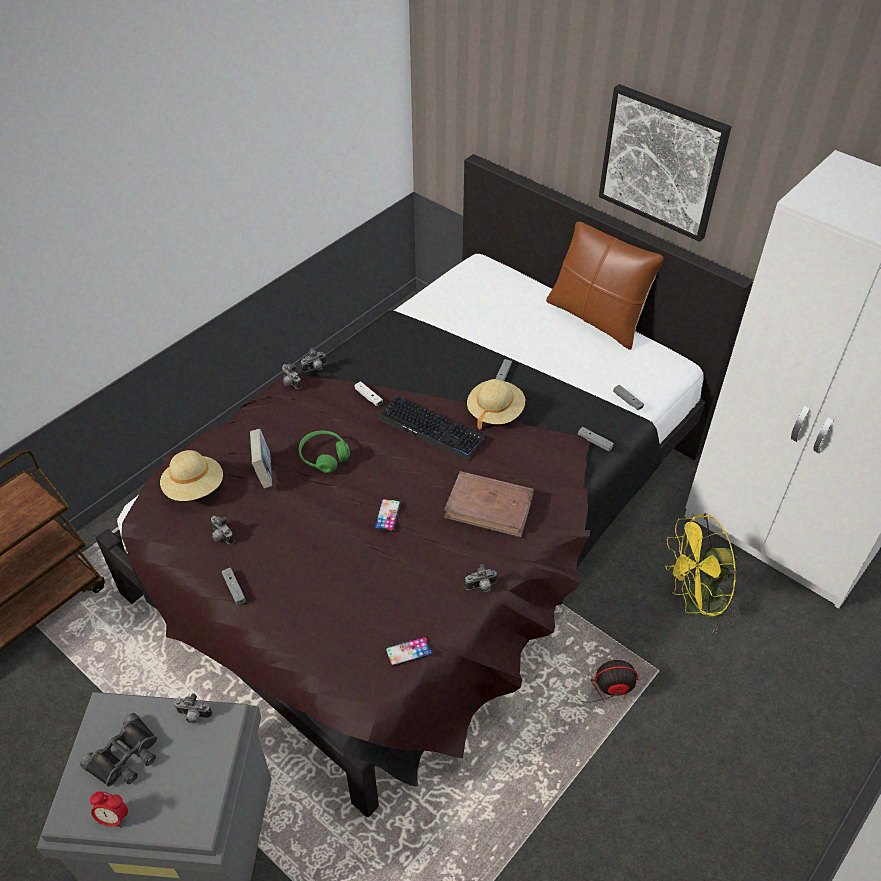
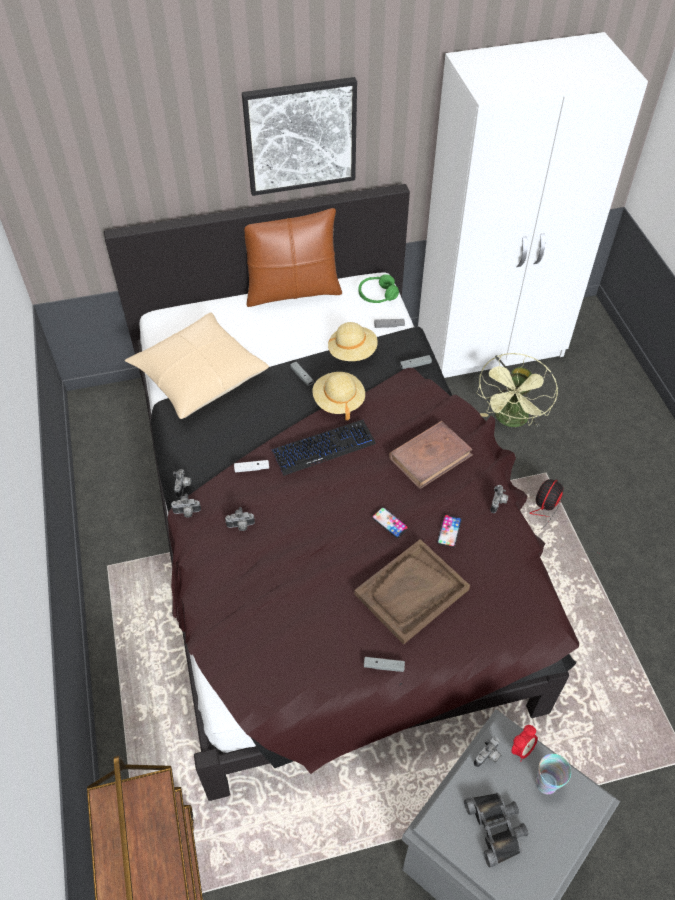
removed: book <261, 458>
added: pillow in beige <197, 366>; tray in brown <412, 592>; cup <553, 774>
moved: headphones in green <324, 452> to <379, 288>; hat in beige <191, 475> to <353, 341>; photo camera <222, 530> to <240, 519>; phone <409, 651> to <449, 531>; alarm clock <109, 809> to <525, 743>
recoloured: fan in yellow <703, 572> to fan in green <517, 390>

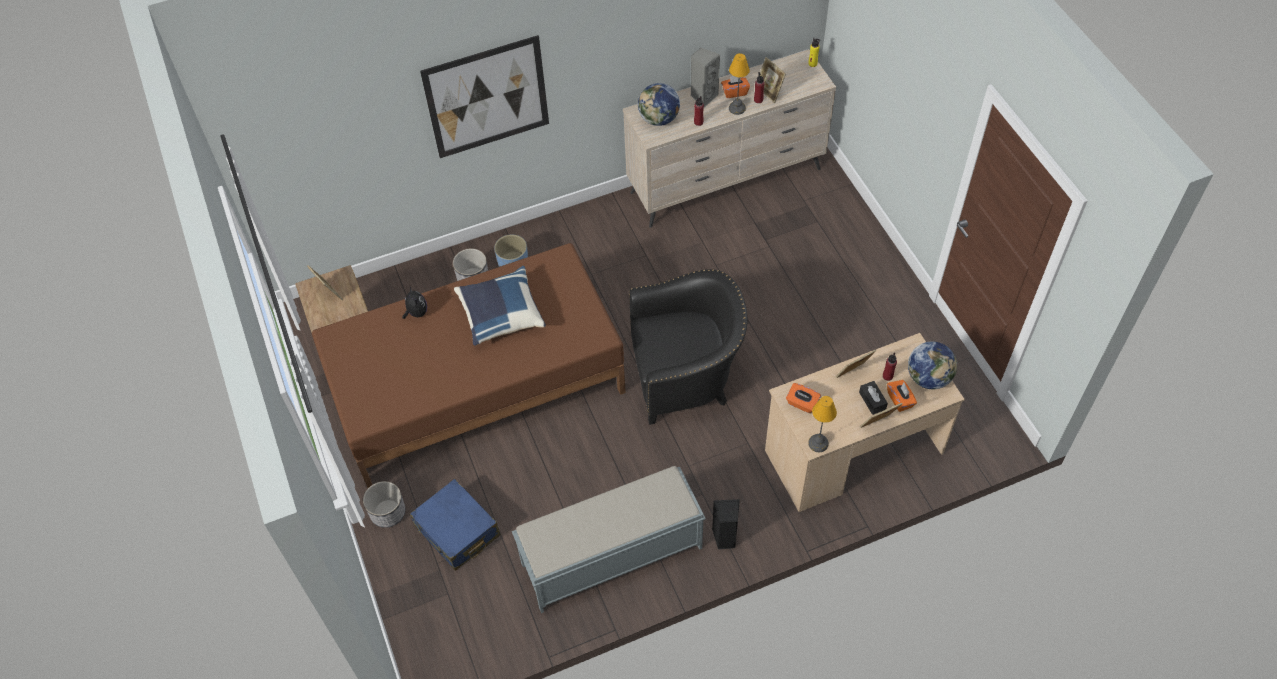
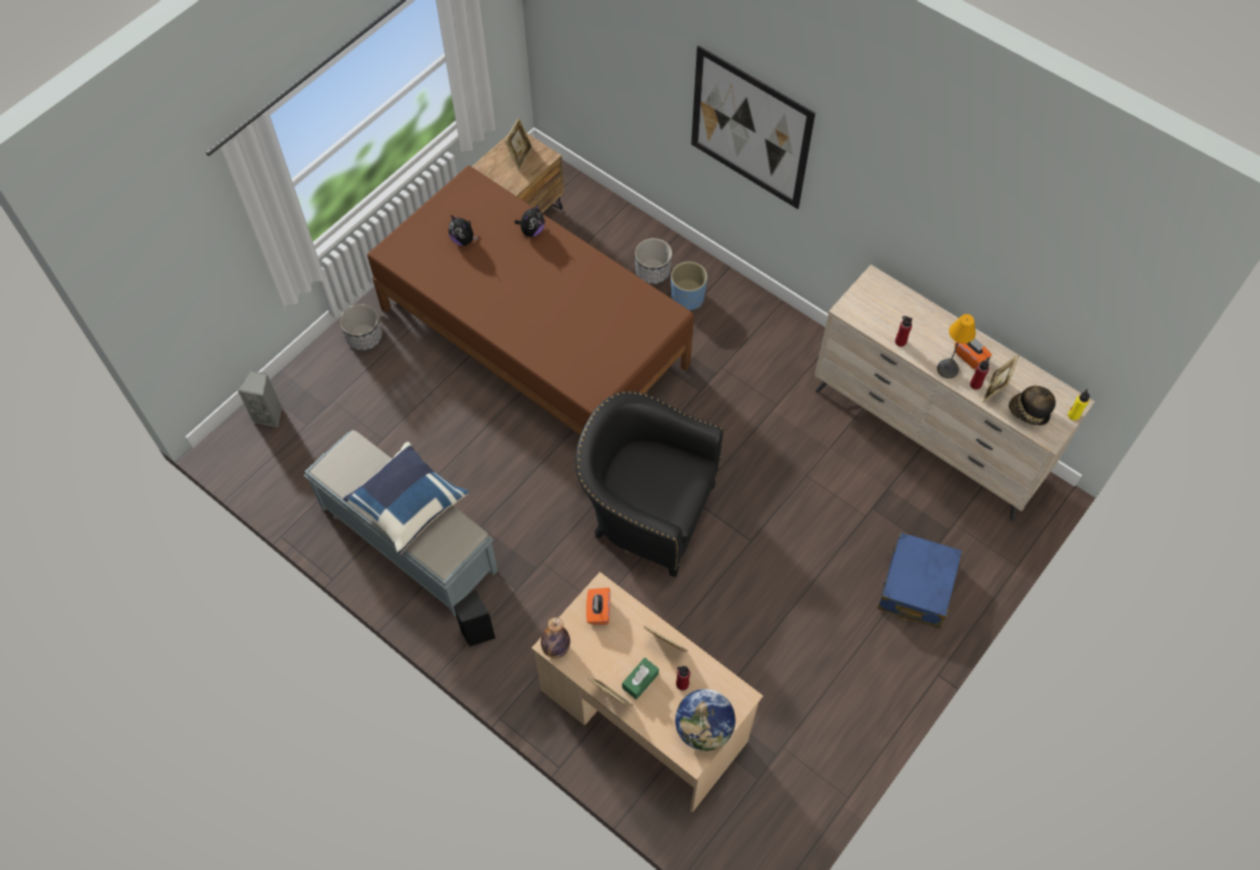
removed: globe <659, 104>; tissue box in orange <902, 396>
added: plush toy <463, 230>; hat <1032, 406>
moved: speaker in grey <705, 78> to <259, 398>; pillow in blue <500, 306> to <406, 498>; suitcase in blue <455, 525> to <920, 580>
replaced: table lamp <822, 424> to bottle <555, 637>
recoloured: tissue box in black <873, 398> to tissue box in green <640, 679>
turned: armchair in black <688, 347> = <650, 484> 150 degrees clockwise

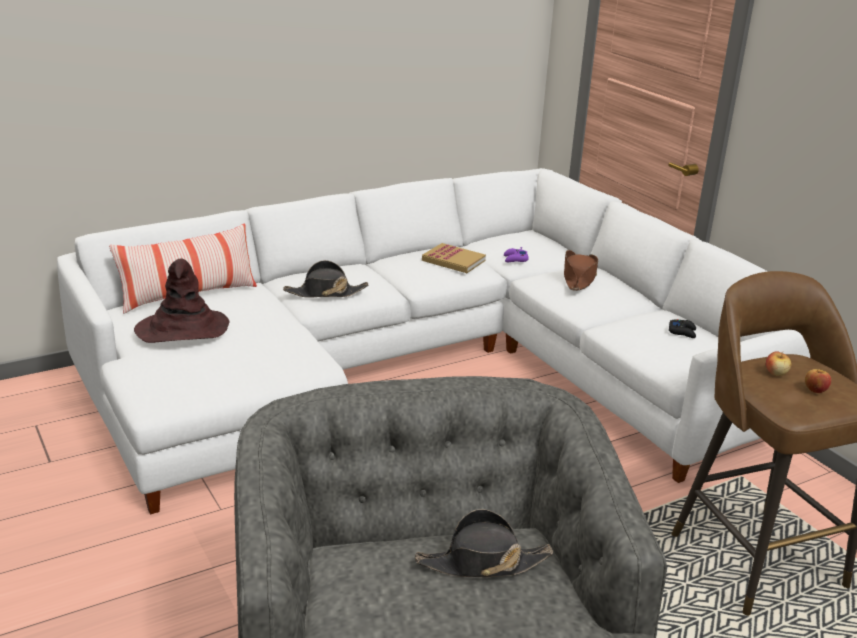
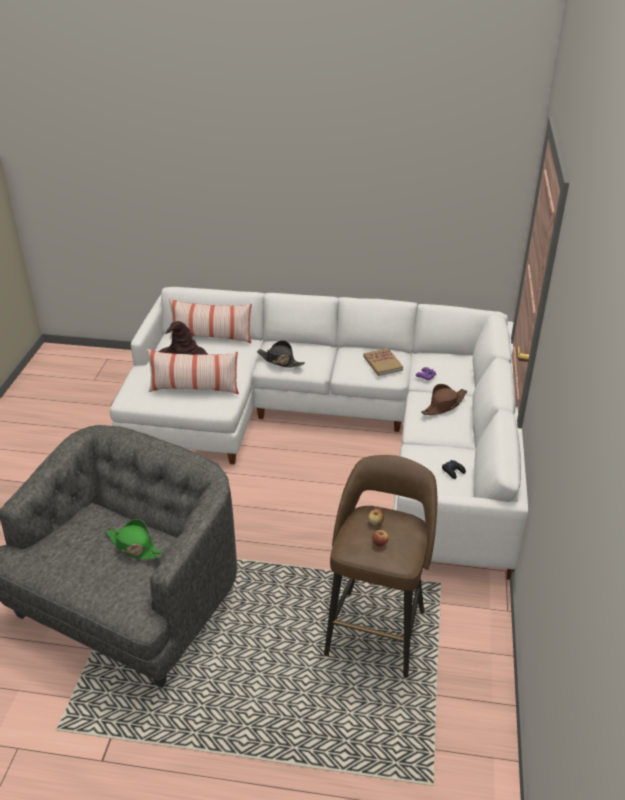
added: pillow <193, 371>
recoloured: hat in black <484, 543> to hat in green <135, 539>

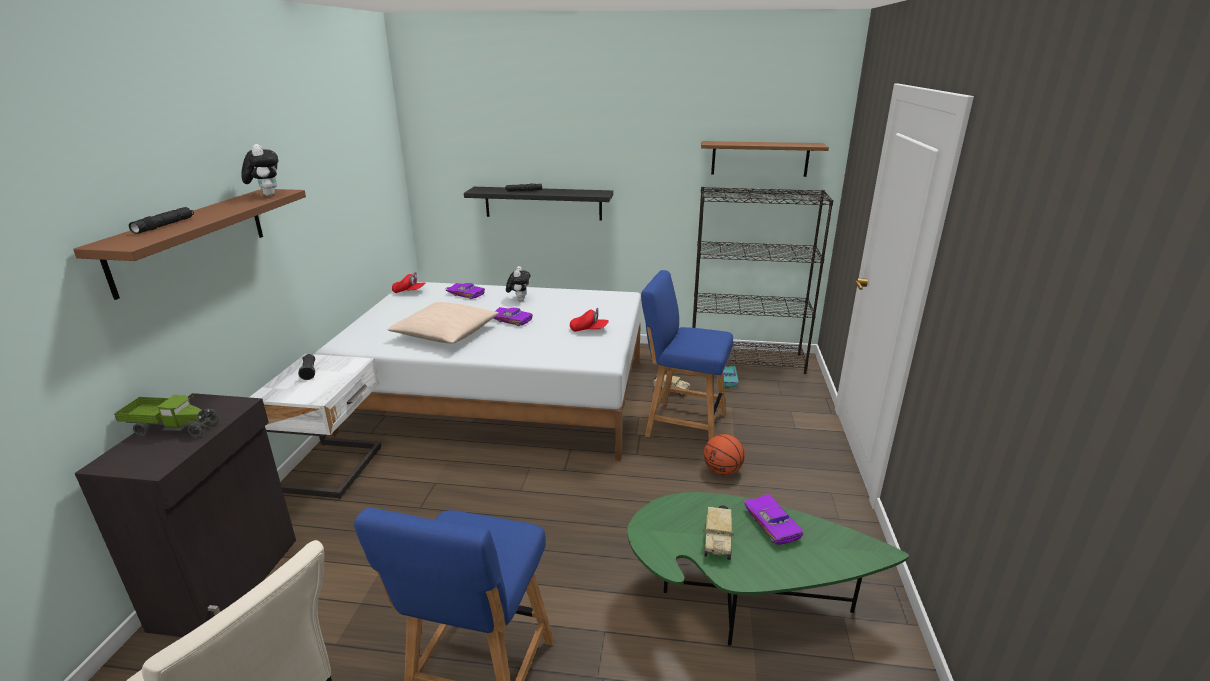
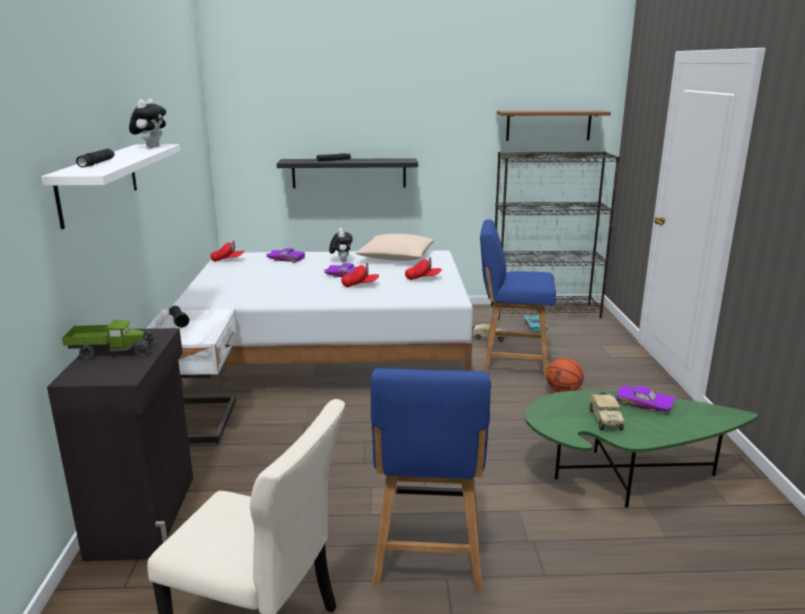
added: cap in red <360, 275>
moved: pillow in beige <443, 323> to <395, 247>
recoloured: shelf in brown <189, 244> to shelf in white <110, 186>
turned: plush toy <259, 170> = <147, 123> 45 degrees clockwise; toy car in purple <773, 519> = <646, 398> 150 degrees clockwise

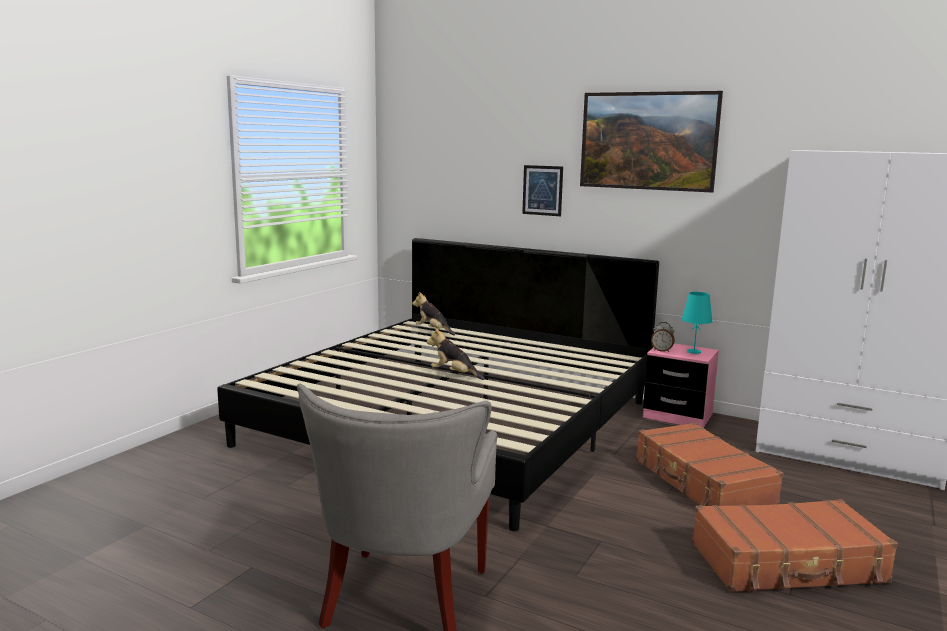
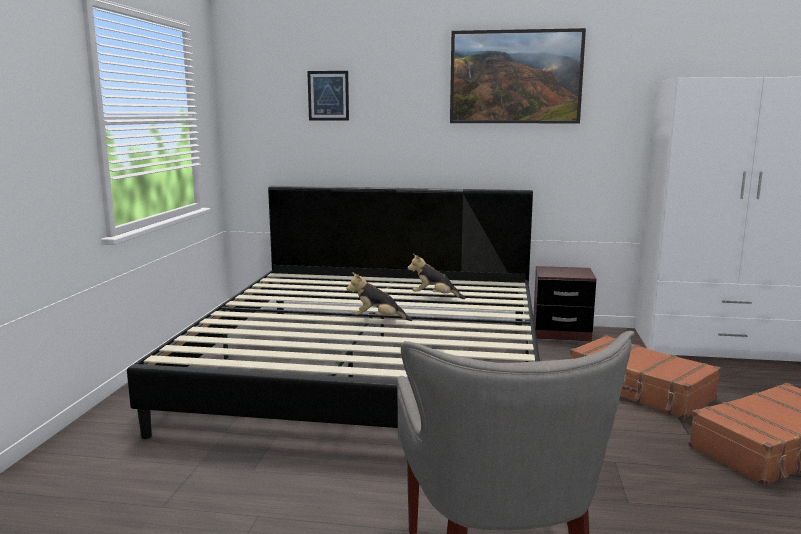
removed: table lamp in turquoise <697, 323>; alarm clock <663, 337>
moved: picture <542, 190> to <328, 95>; plush toy <434, 313> to <436, 276>
recoloured: nightstand in pink <681, 385> to nightstand in brown <564, 304>

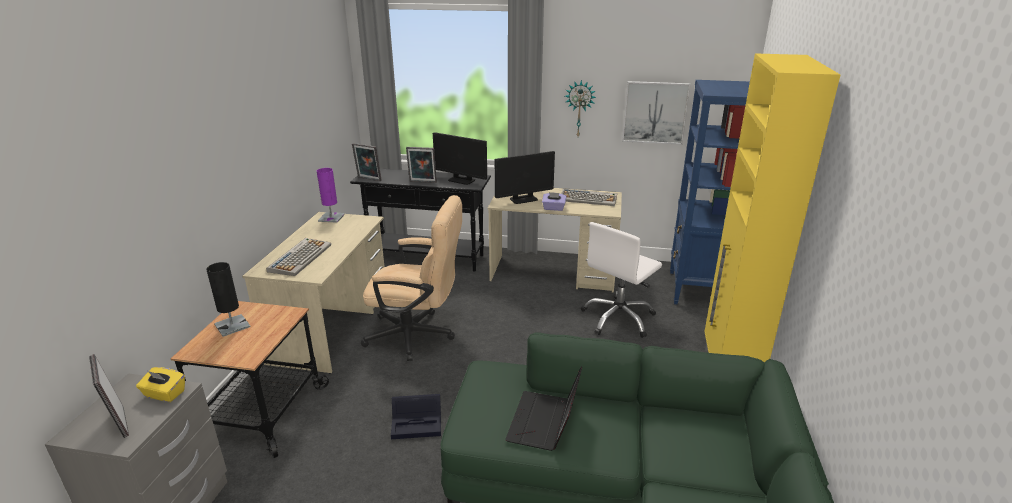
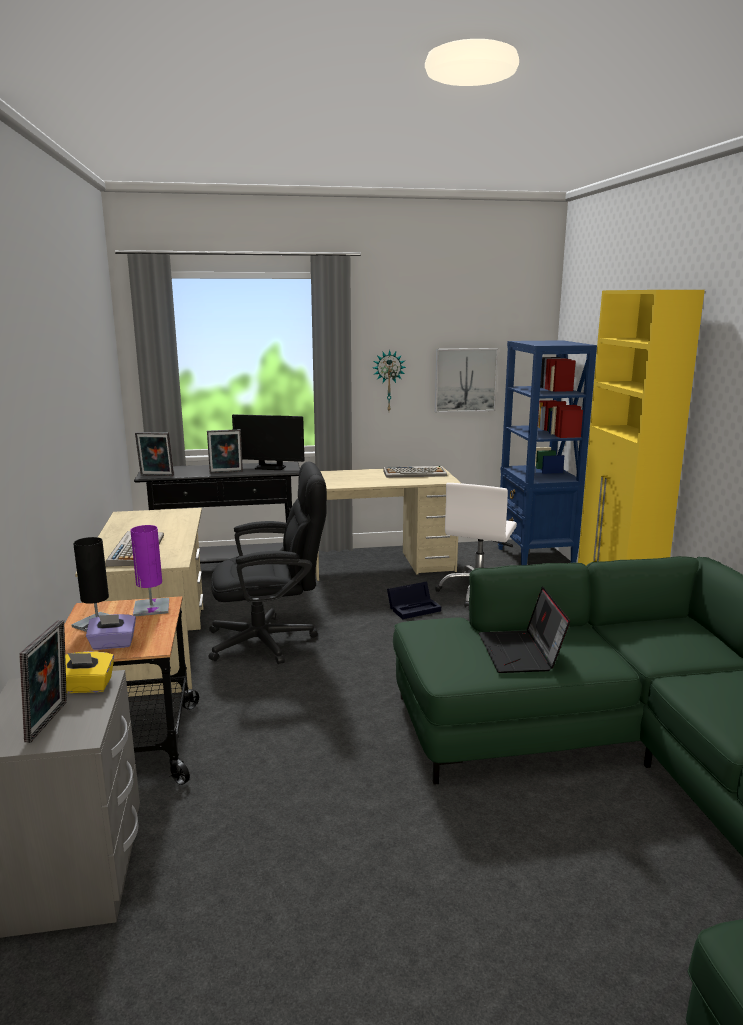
removed: monitor <525, 177>
moved: table lamp in purple <331, 195> to <149, 570>; tissue box in purple <554, 201> to <111, 632>; storage box in black <416, 416> to <414, 600>
recoloured: office chair in beige <411, 278> to office chair in black <268, 562>
turned: picture frame <109, 396> = <43, 681> 120 degrees counterclockwise

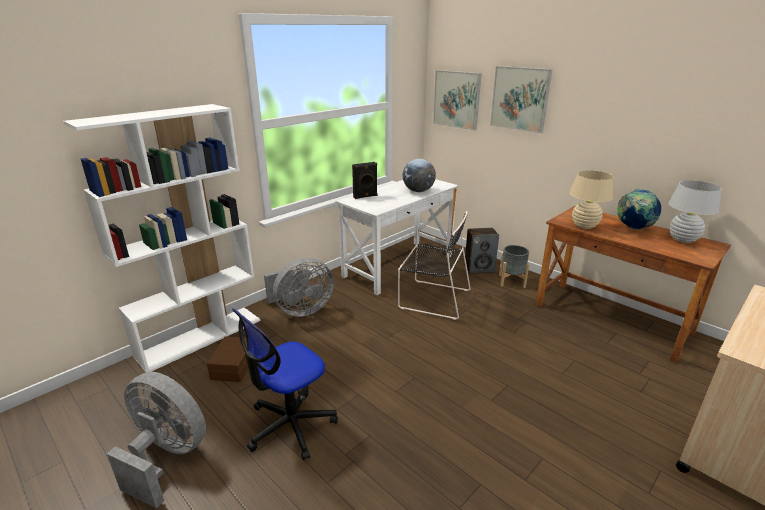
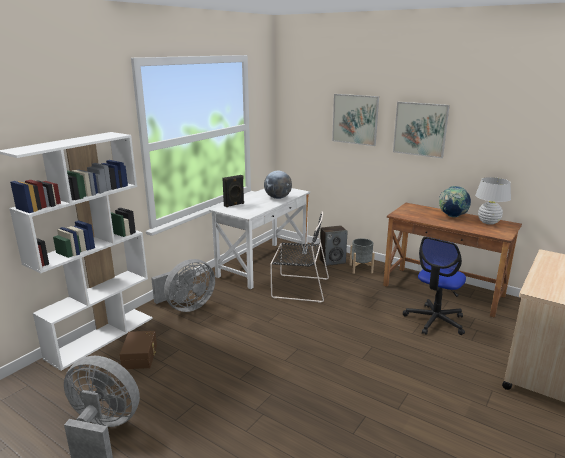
removed: table lamp in beige <592, 199>
moved: picture <457, 100> to <421, 130>; office chair <285, 384> to <434, 286>

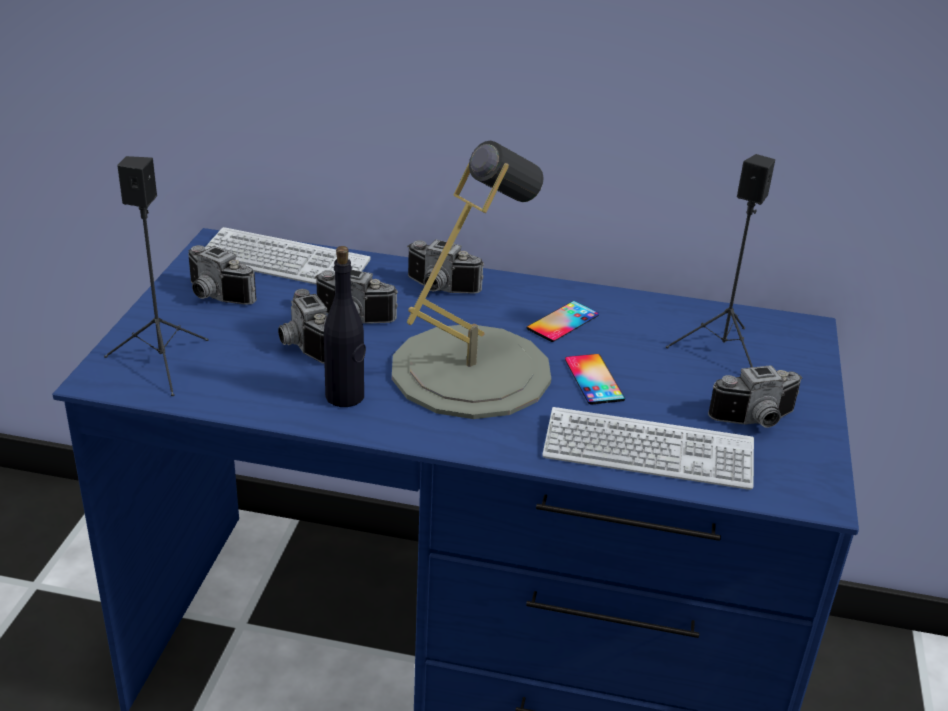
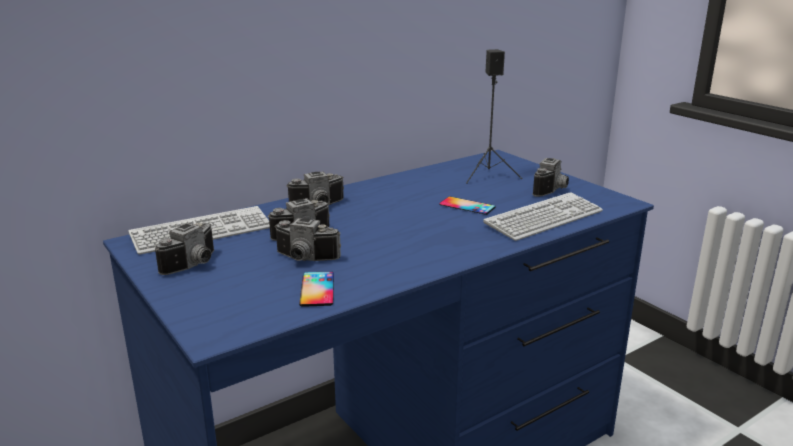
removed: table lamp in grey <471, 280>; speaker in black <156, 276>; bottle in black <345, 326>
moved: phone <563, 321> to <316, 289>
turned: photo camera <222, 275> = <184, 248> 45 degrees counterclockwise

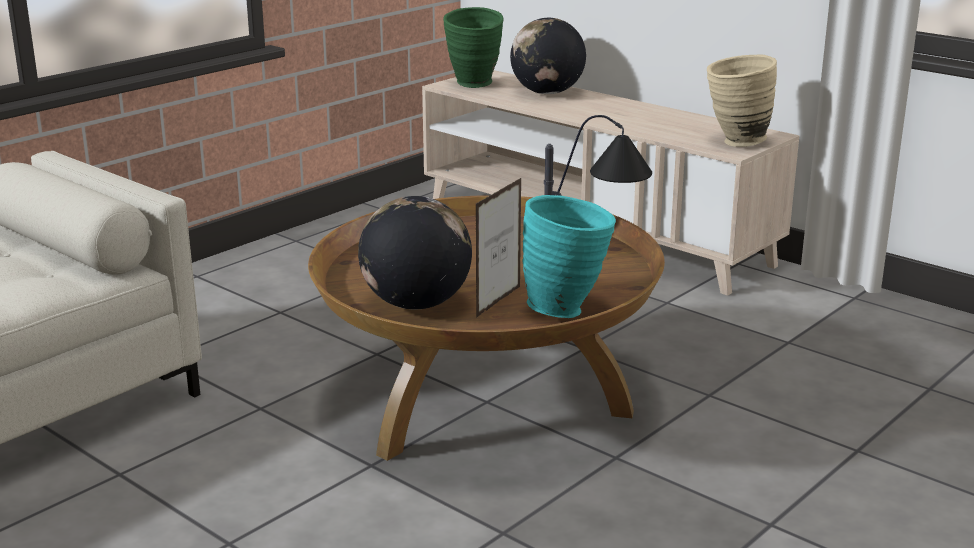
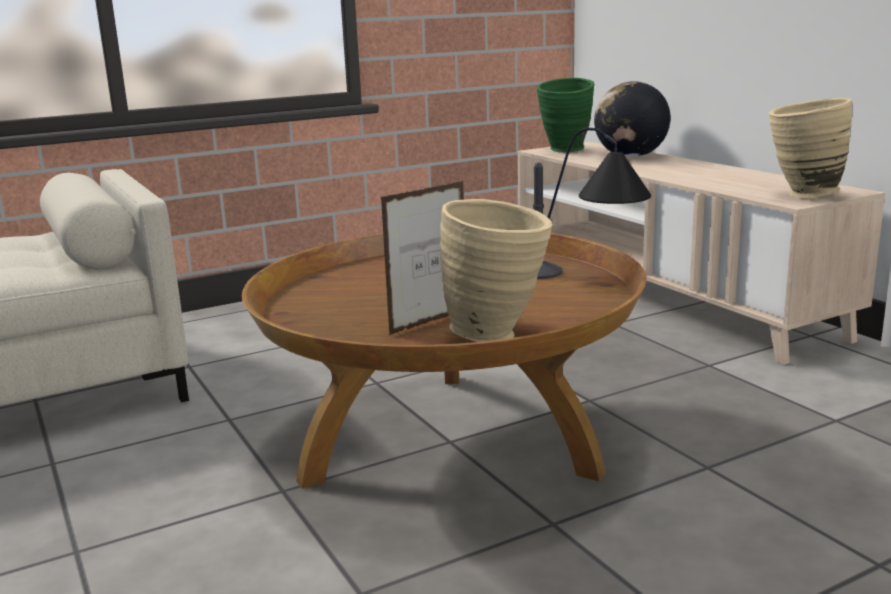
removed: globe <415, 253>
recoloured: vase in turquoise <569, 256> to vase in beige <496, 270>

